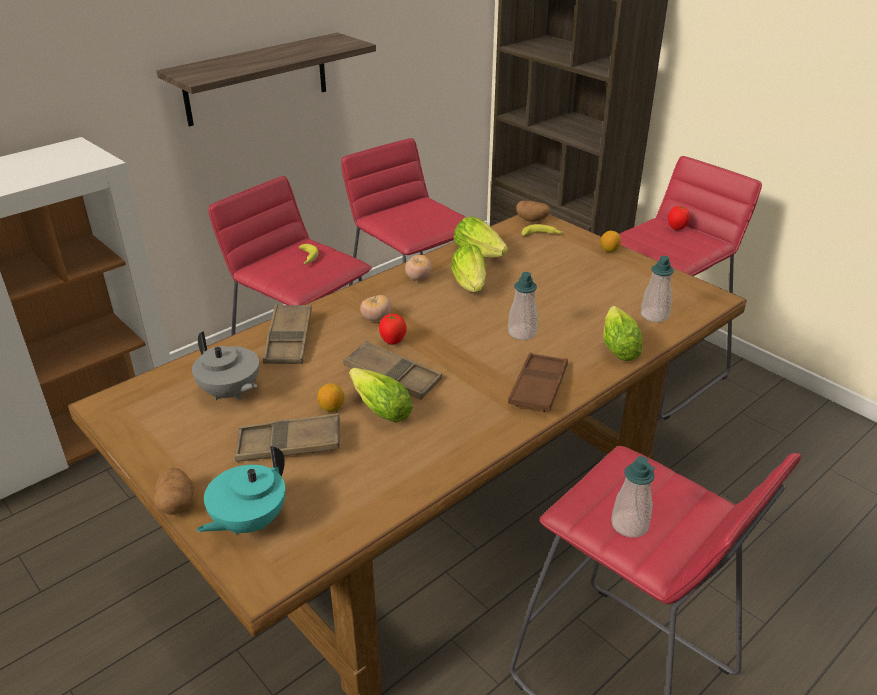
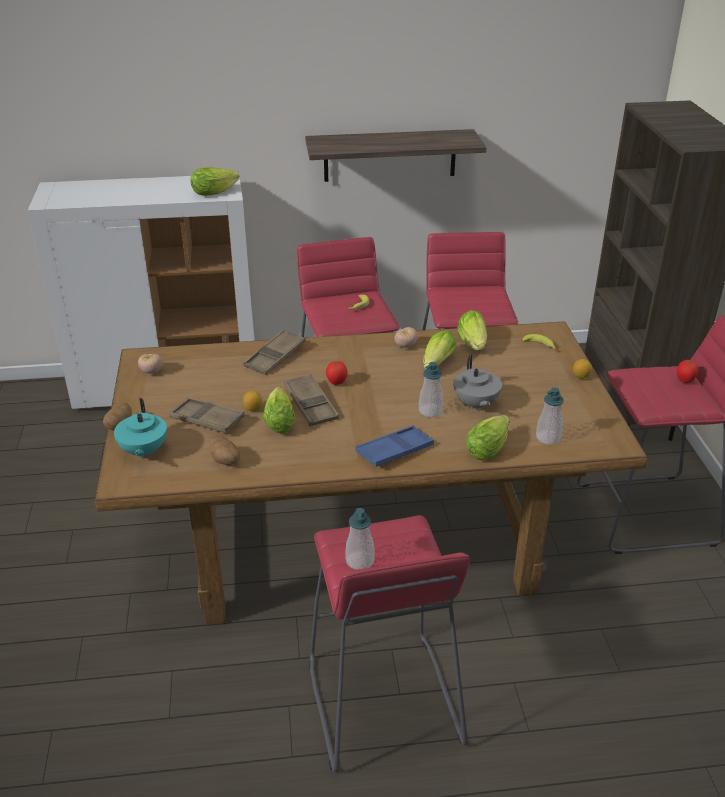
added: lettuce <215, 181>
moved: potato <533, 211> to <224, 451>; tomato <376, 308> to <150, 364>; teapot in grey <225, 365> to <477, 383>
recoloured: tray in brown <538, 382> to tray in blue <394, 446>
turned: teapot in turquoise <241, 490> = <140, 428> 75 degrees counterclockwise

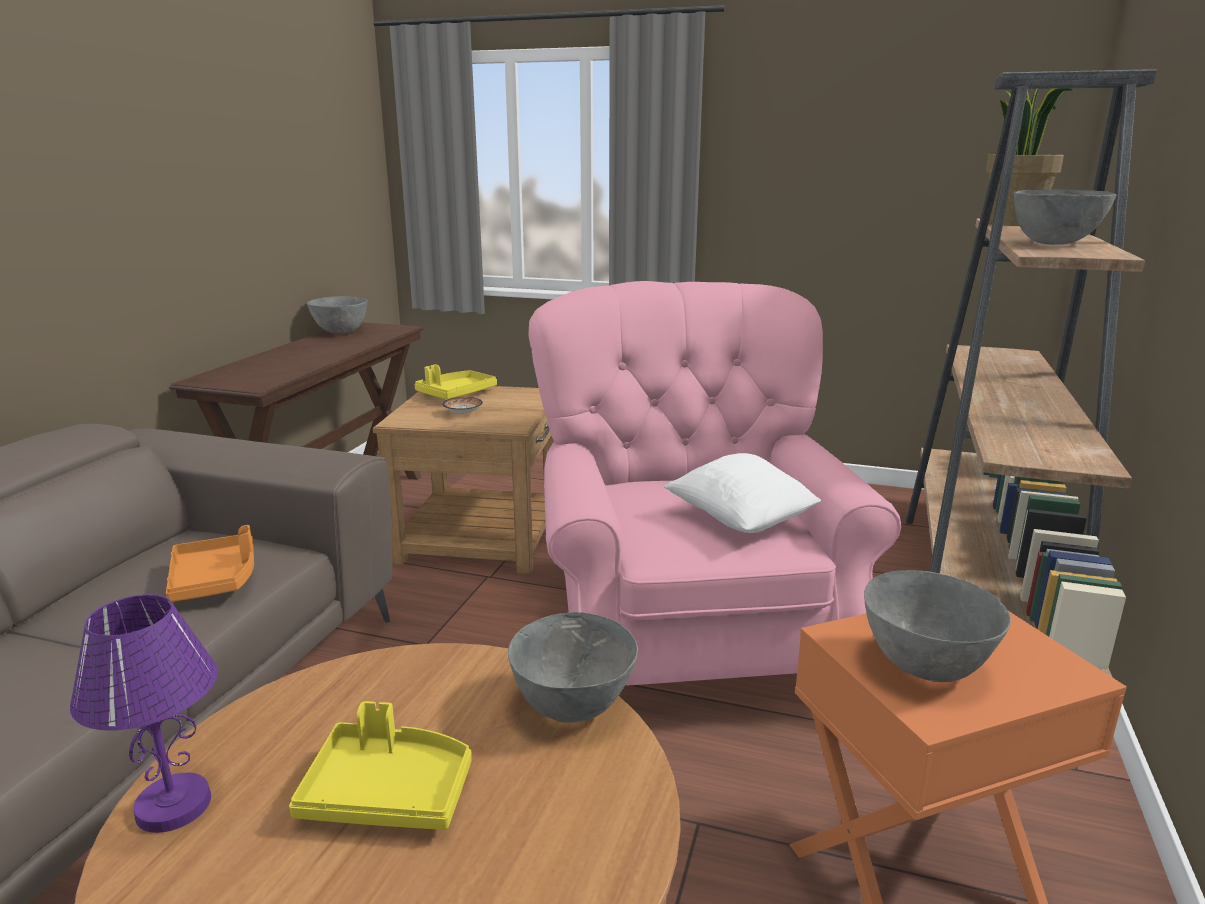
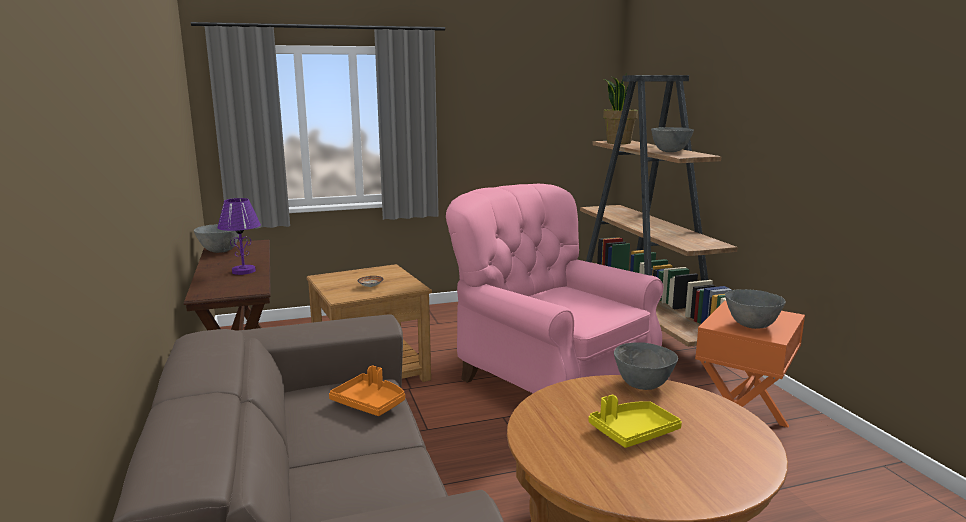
removed: tray in yellow <455, 381>; pillow in white <742, 493>
moved: table lamp in purple <144, 713> to <239, 236>

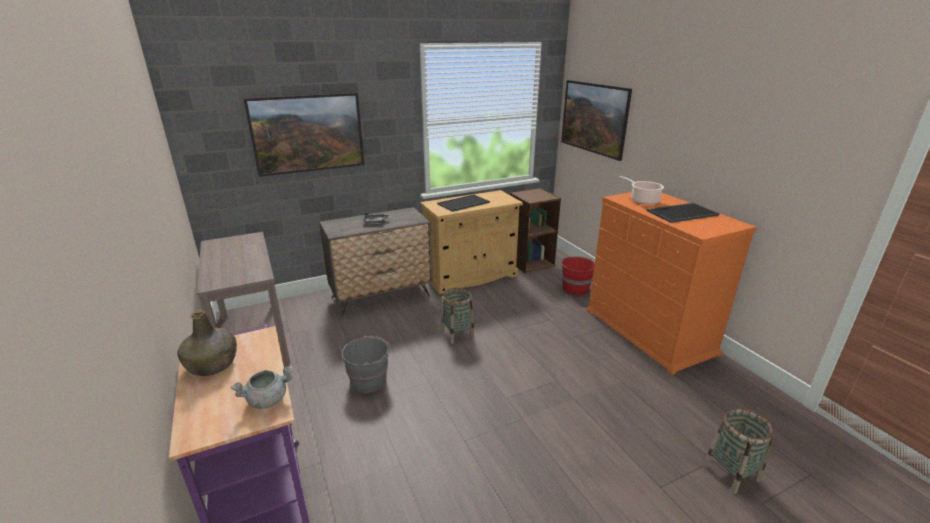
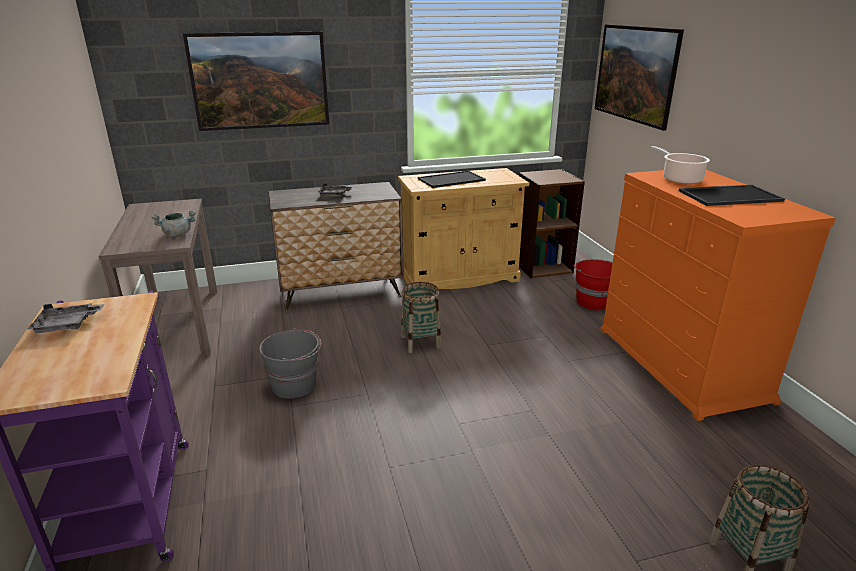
moved: cooking pot in grey <262, 387> to <173, 223>
replaced: bottle in green <207, 343> to tray in grey <66, 318>

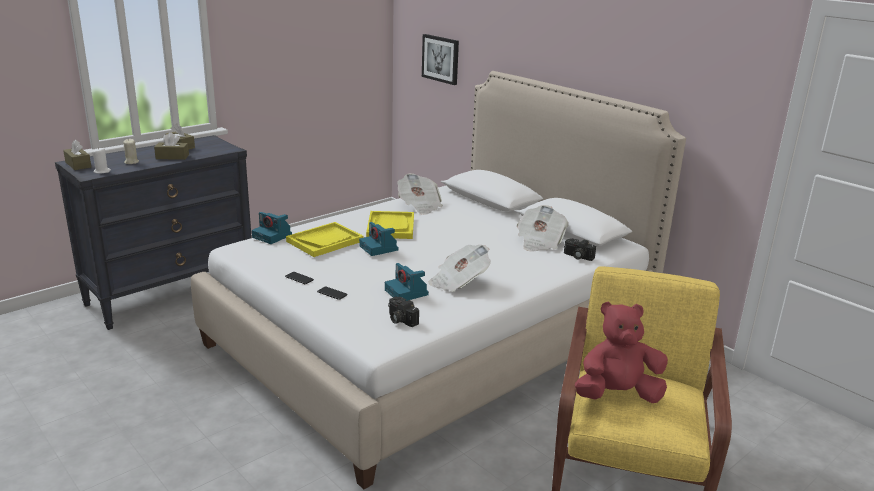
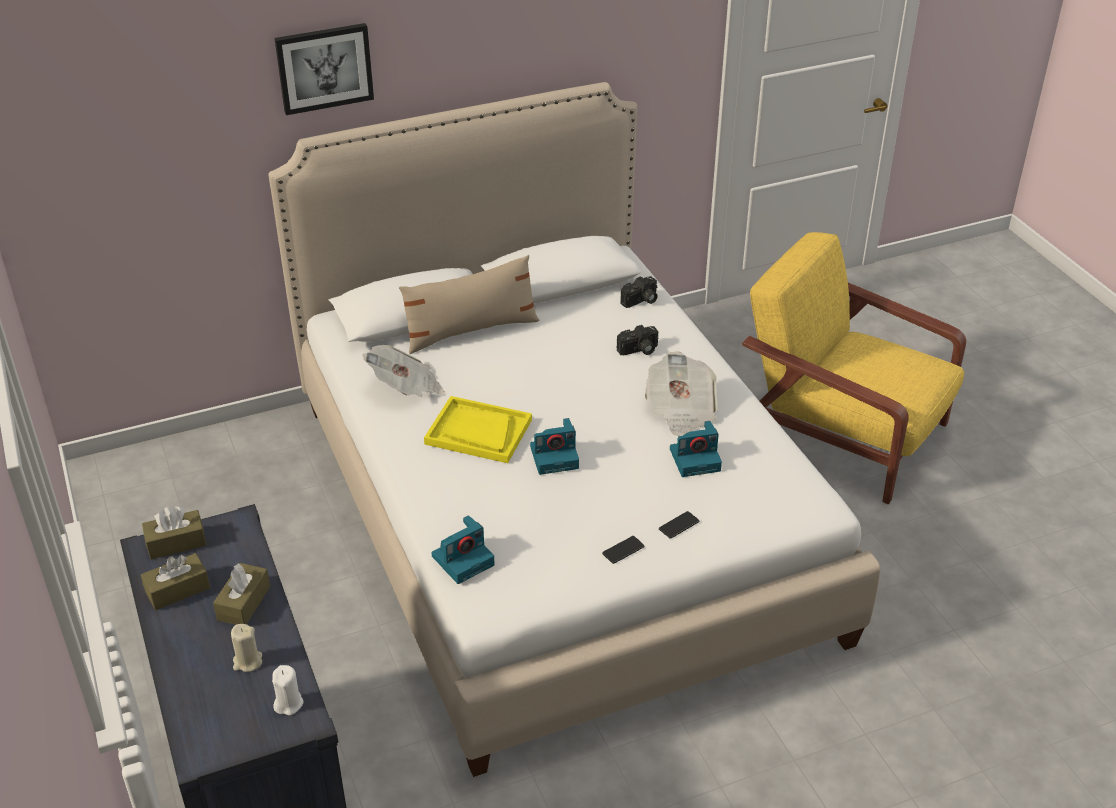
removed: newspaper <542, 228>; tray in yellow <325, 239>; plush toy in red <621, 352>
added: pillow in beige <469, 304>
moved: picture <440, 59> to <324, 69>; tissue box in brown <77, 155> to <174, 532>; photo camera <403, 312> to <637, 340>

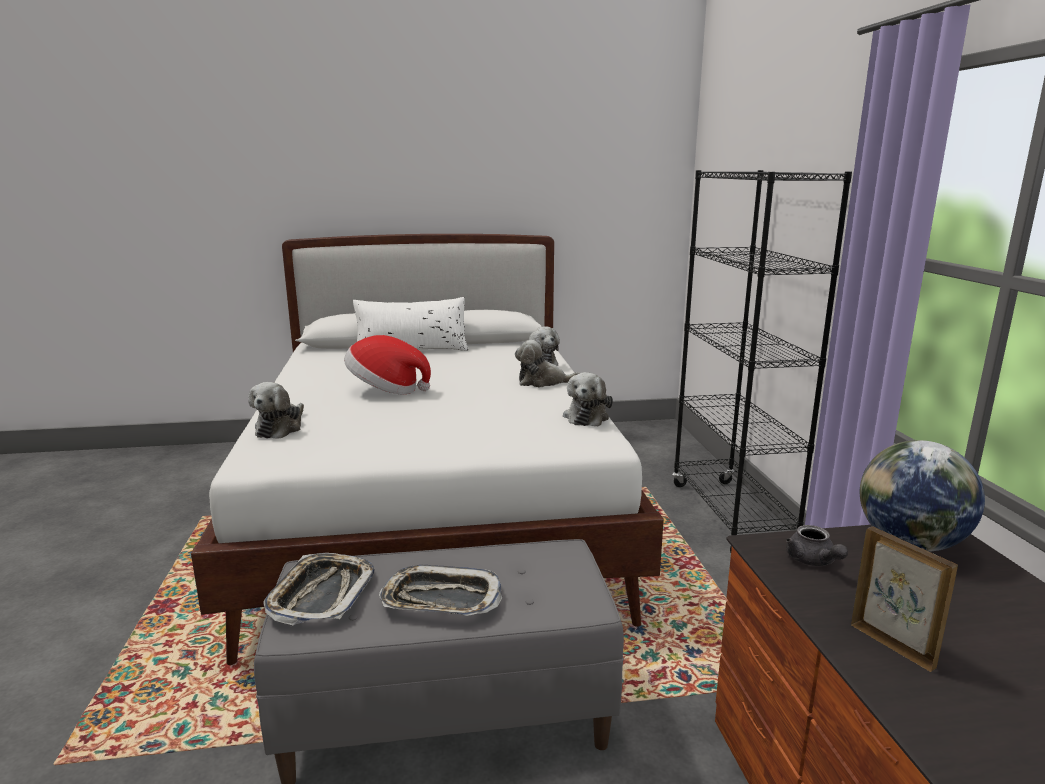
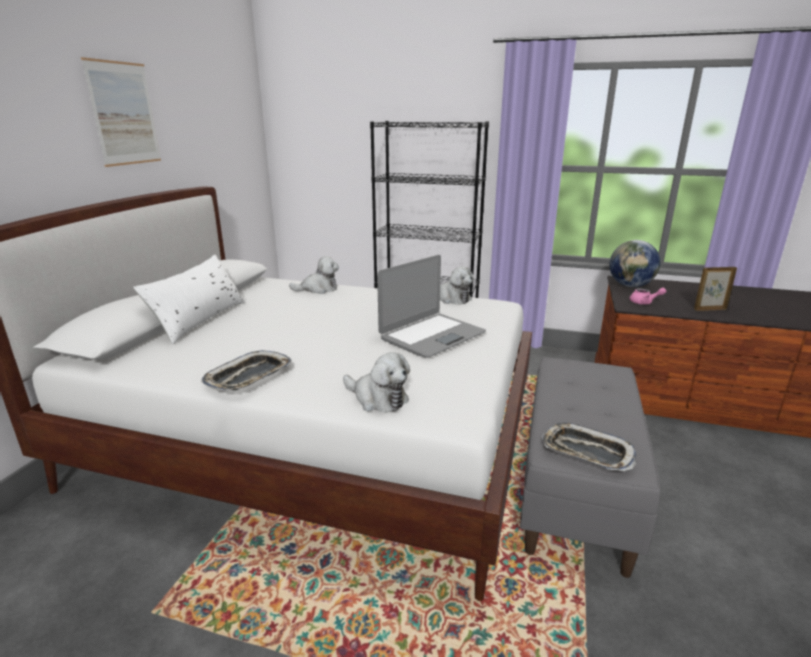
removed: hat <387, 365>; plush toy <547, 363>
added: picture <121, 112>; laptop <431, 306>
moved: tray <440, 590> to <246, 370>
recoloured: teapot in grey <817, 545> to teapot in pink <647, 296>

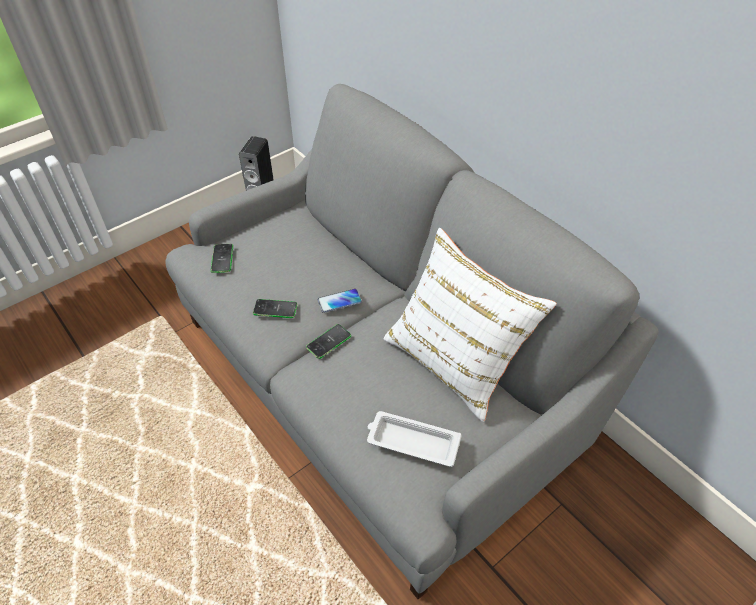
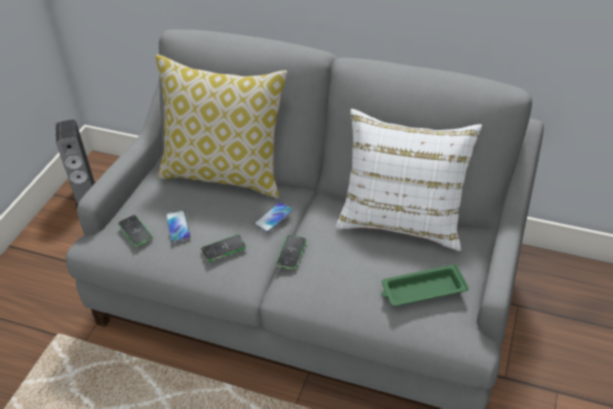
added: pillow <221, 126>; phone <178, 226>
recoloured: tray in white <414, 439> to tray in green <425, 285>

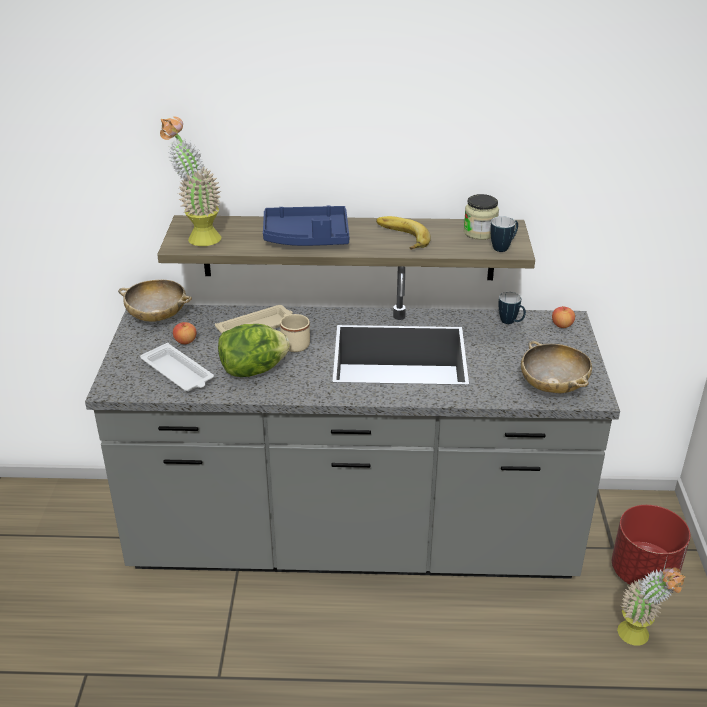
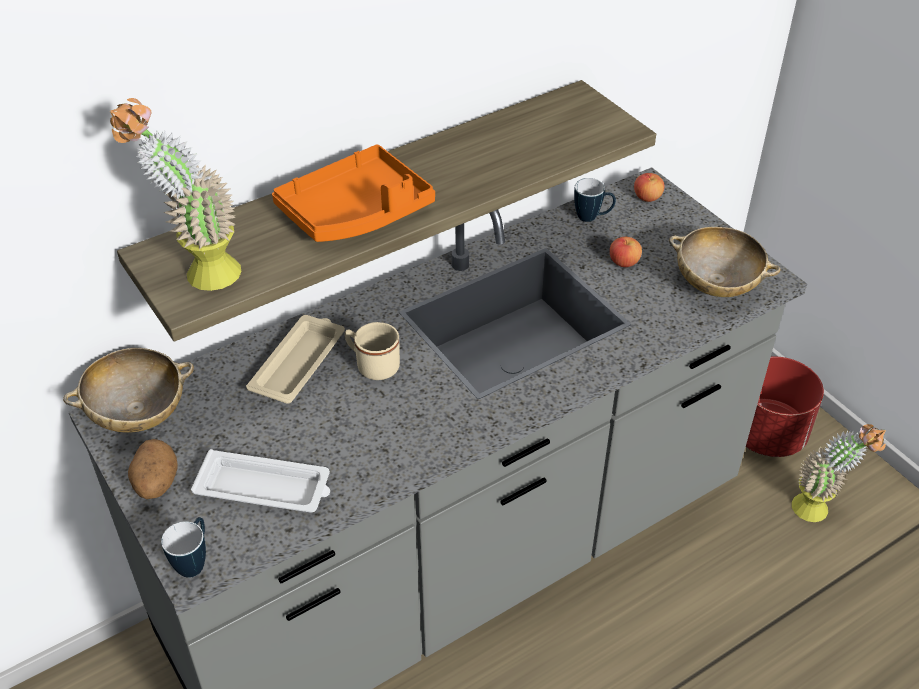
removed: jar <481, 217>; banana <403, 233>; lettuce <254, 350>
added: potato <152, 469>
moved: mug <504, 234> to <183, 547>; apple <185, 333> to <626, 252>
recoloured: tray in blue <306, 225> to tray in orange <353, 193>

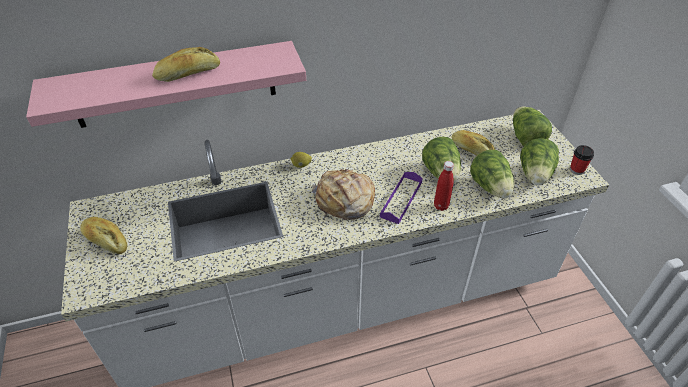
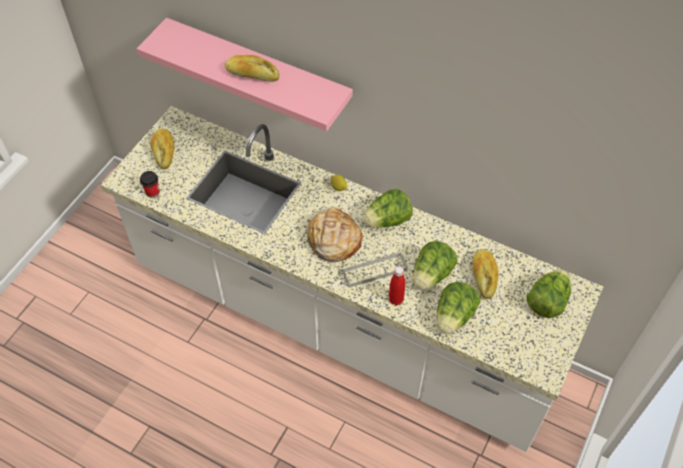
moved: lettuce <539, 161> to <387, 208>; cup <582, 160> to <150, 184>
recoloured: tray in purple <401, 198> to tray in grey <375, 270>

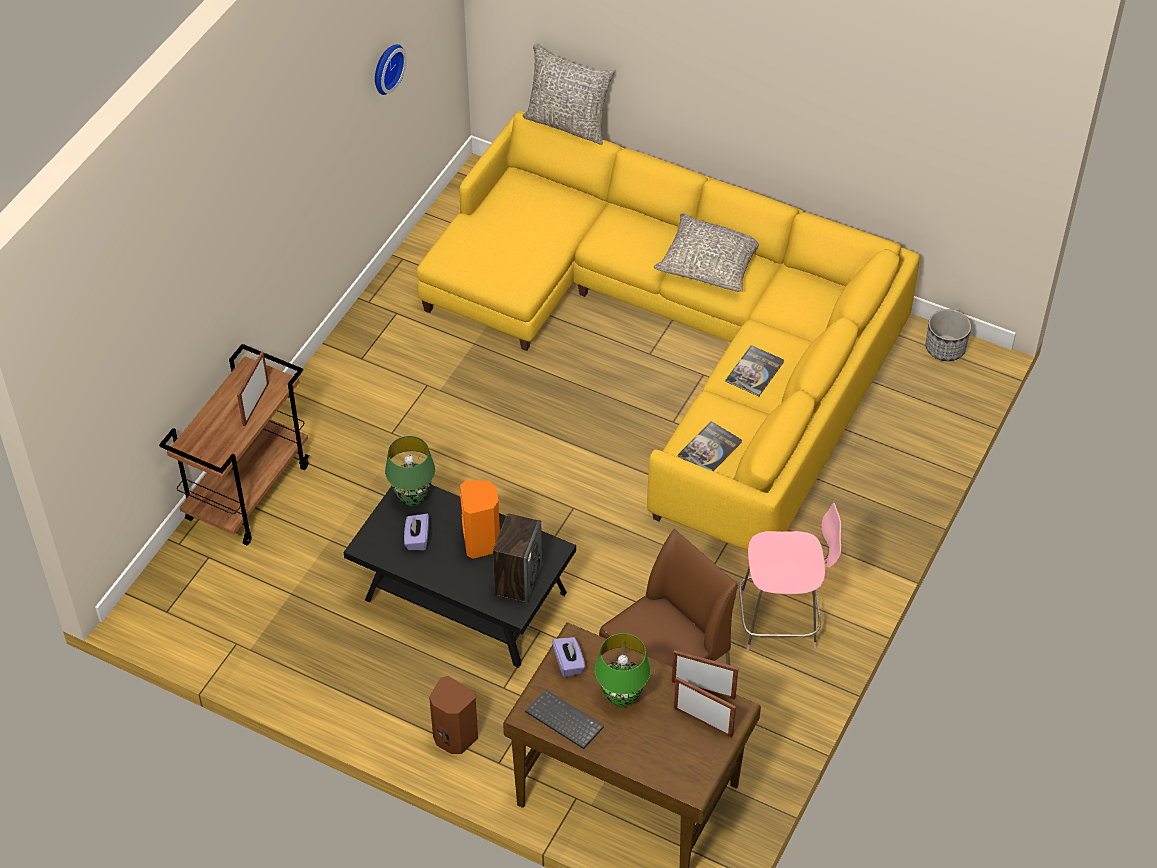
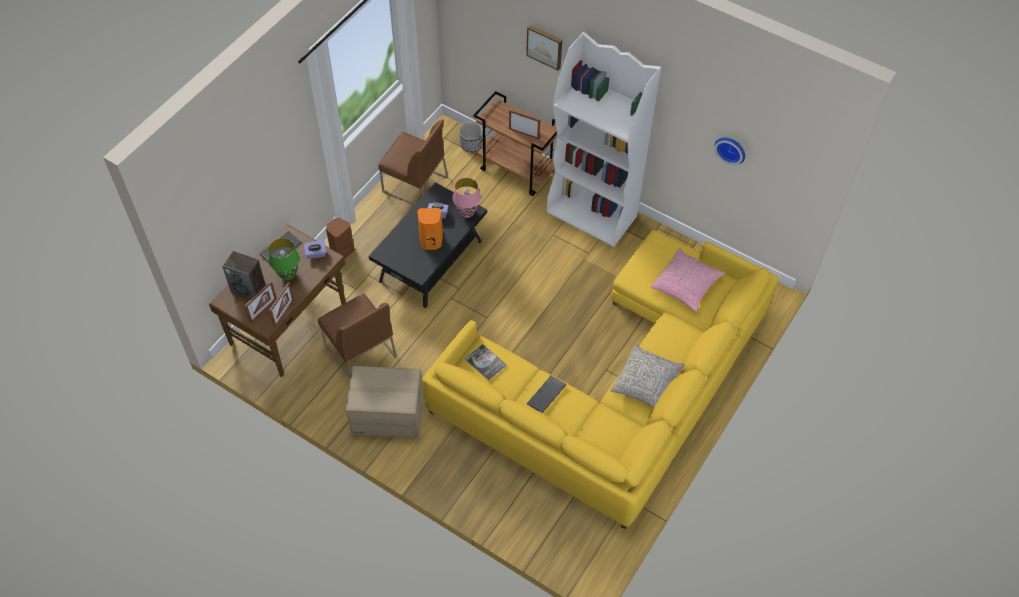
removed: pillow in grey <568, 94>
added: picture <544, 47>; bookcase in white <604, 139>; chair in brown <413, 162>; pillow in pink <687, 280>
moved: planter <948, 335> to <471, 137>; speaker <517, 558> to <244, 275>
replaced: book <754, 370> to keyboard <546, 394>; chair in pink <790, 576> to cardboard box <385, 402>
recoloured: table lamp in green <410, 471> to table lamp in pink <466, 198>

